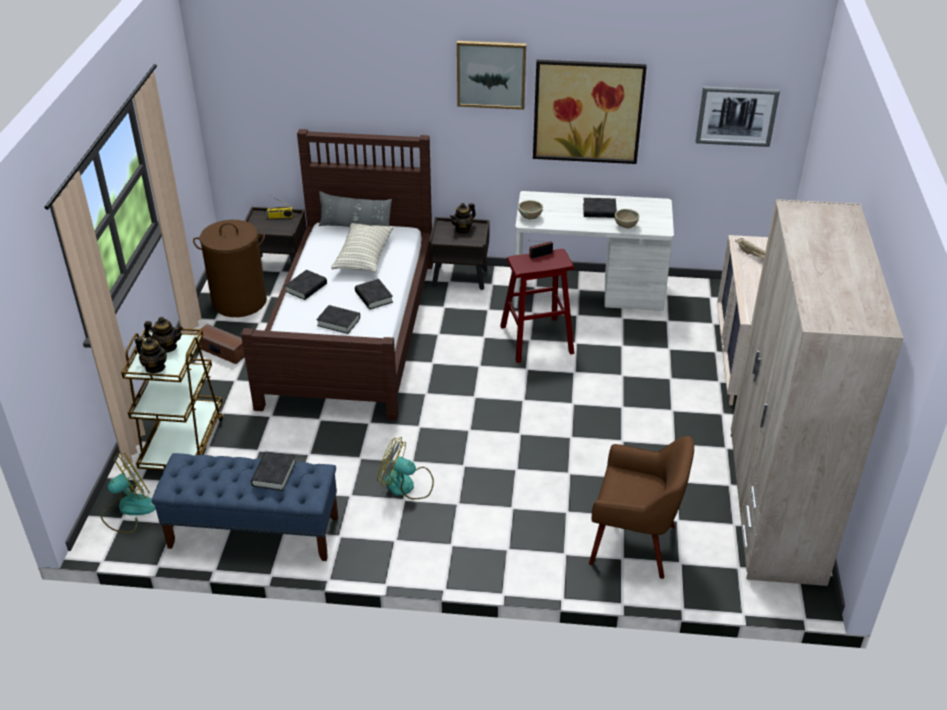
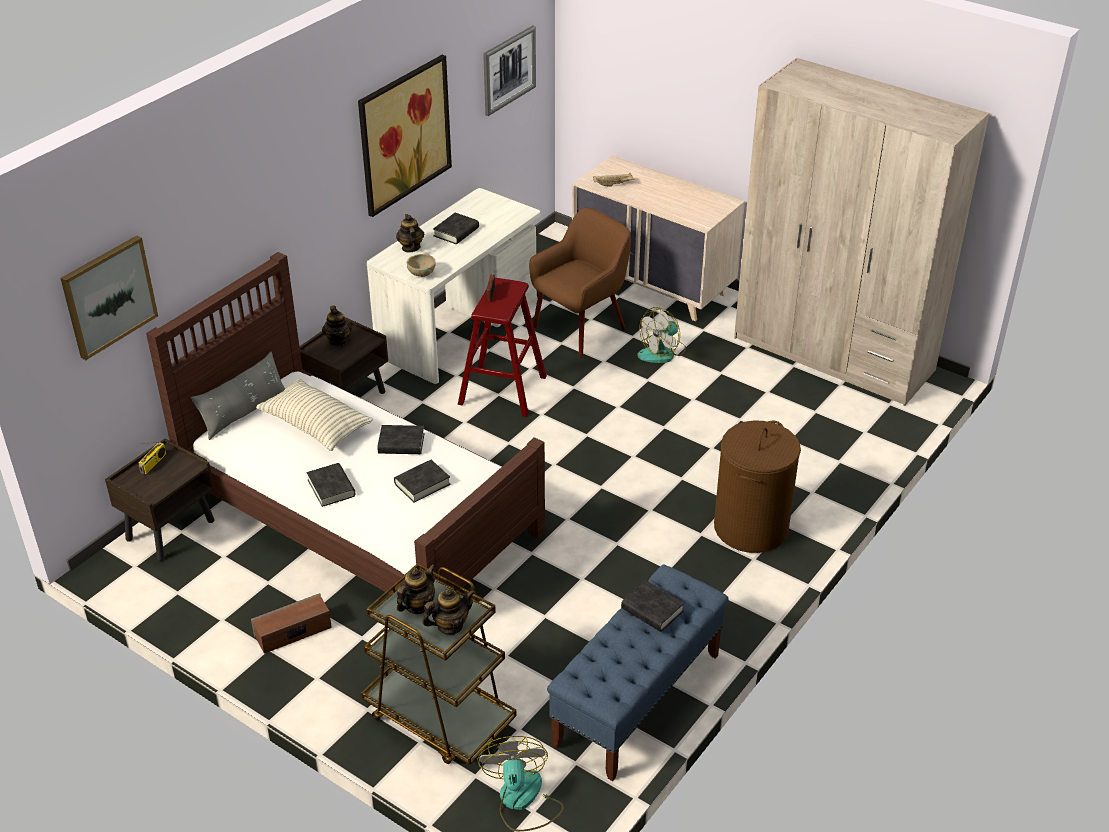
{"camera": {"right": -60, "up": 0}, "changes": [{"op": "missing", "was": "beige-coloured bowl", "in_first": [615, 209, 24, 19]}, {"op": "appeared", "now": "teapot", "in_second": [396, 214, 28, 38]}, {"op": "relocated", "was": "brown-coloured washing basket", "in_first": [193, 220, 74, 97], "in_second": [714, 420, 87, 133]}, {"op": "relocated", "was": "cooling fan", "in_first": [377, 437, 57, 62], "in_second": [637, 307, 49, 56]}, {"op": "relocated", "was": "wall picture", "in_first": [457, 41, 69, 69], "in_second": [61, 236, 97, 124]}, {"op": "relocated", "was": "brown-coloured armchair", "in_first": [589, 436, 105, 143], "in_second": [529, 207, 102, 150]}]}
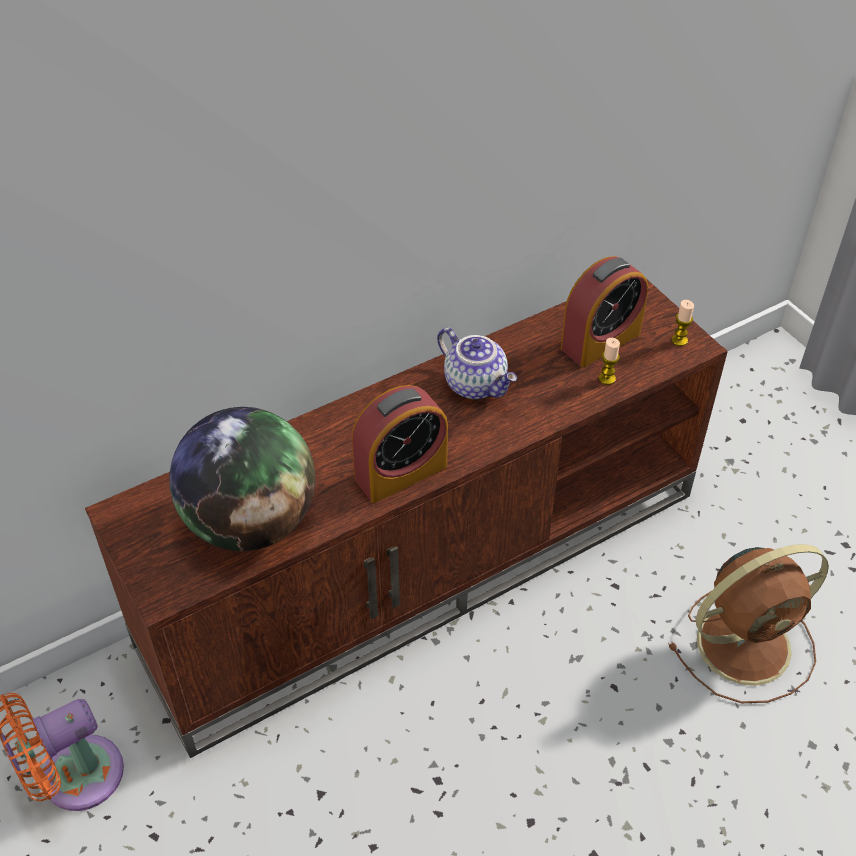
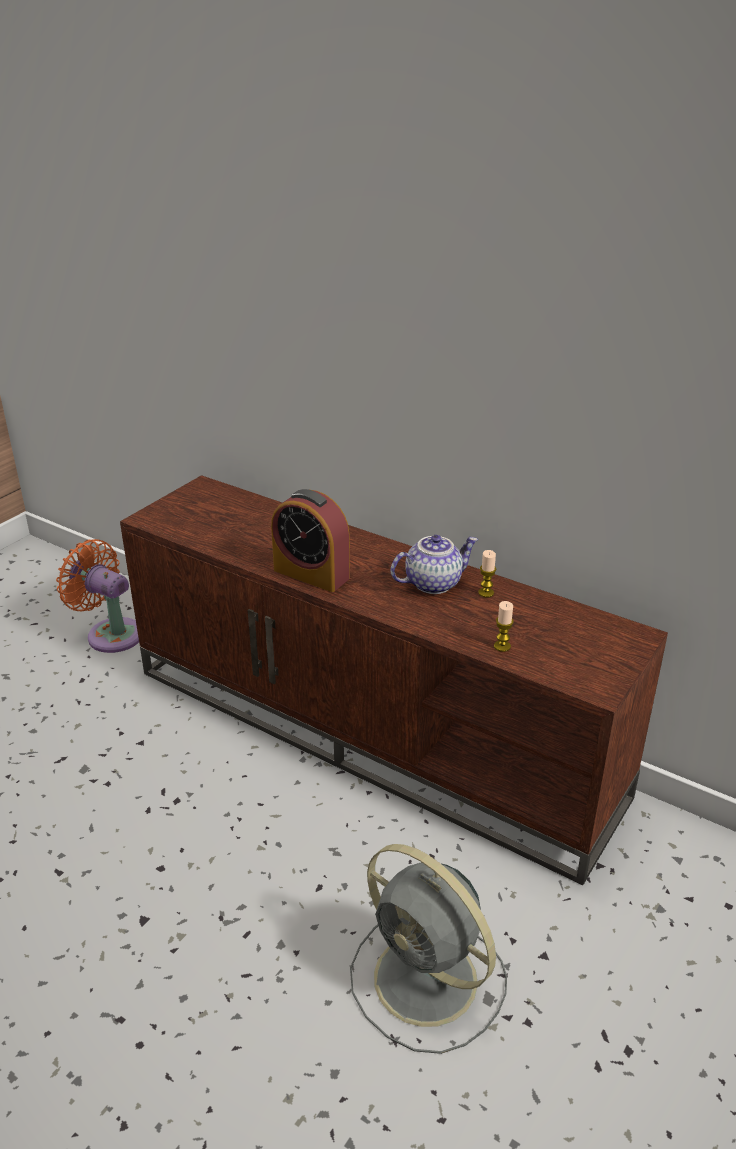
{"camera": {"right": 65, "up": -15}, "changes": [{"op": "missing", "was": "desk globe", "in_first": [169, 407, 146, 144]}, {"op": "missing", "was": "table clock", "in_first": [561, 256, 87, 111]}, {"op": "relocated", "was": "candle", "in_first": [671, 300, 23, 46], "in_second": [478, 550, 18, 47]}, {"op": "colour", "was": "brown-coloured cooling fan", "now": "gray cooling fan", "in_first": [668, 544, 161, 159], "in_second": [350, 844, 157, 210]}, {"op": "spun", "was": "teapot", "in_first": [437, 328, 80, 71], "in_second": [391, 535, 87, 59], "clockwise": -135}]}
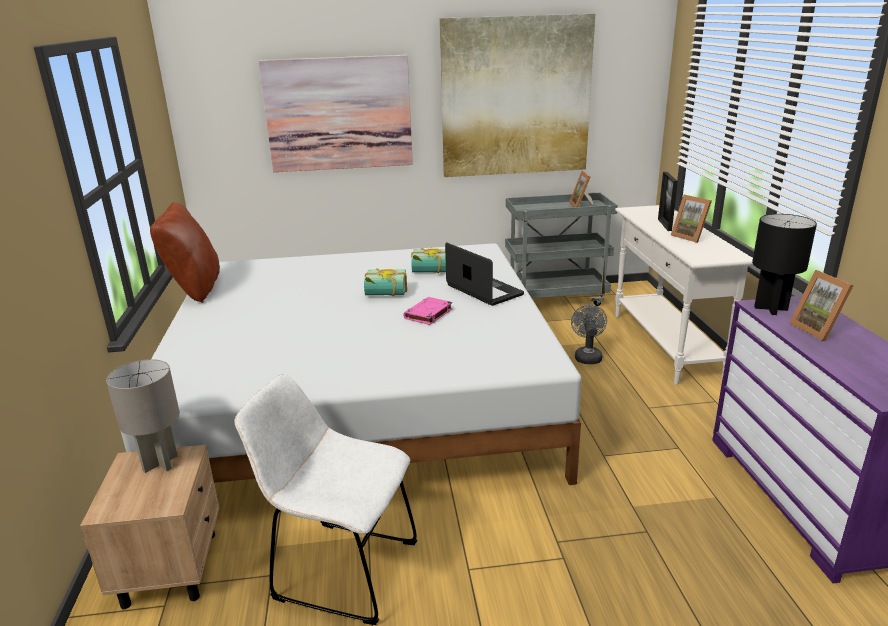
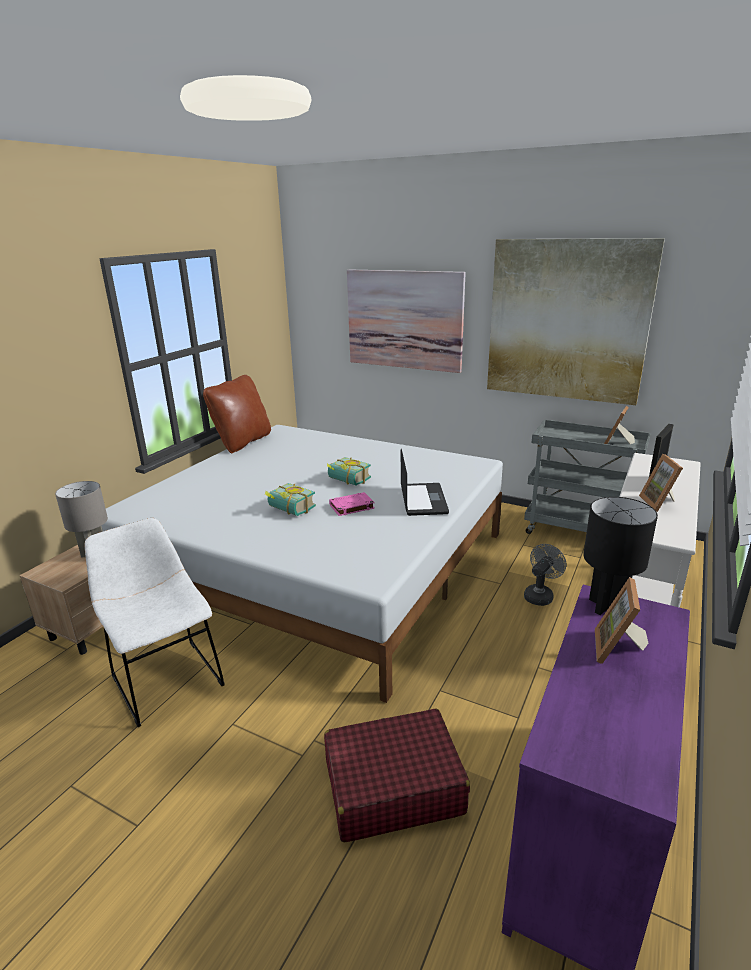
{"camera": {"right": 35, "up": 0}, "changes": [{"op": "appeared", "now": "red travel case", "in_second": [324, 708, 146, 135]}, {"op": "relocated", "was": "volume", "in_first": [411, 248, 35, 25], "in_second": [265, 483, 51, 33]}]}
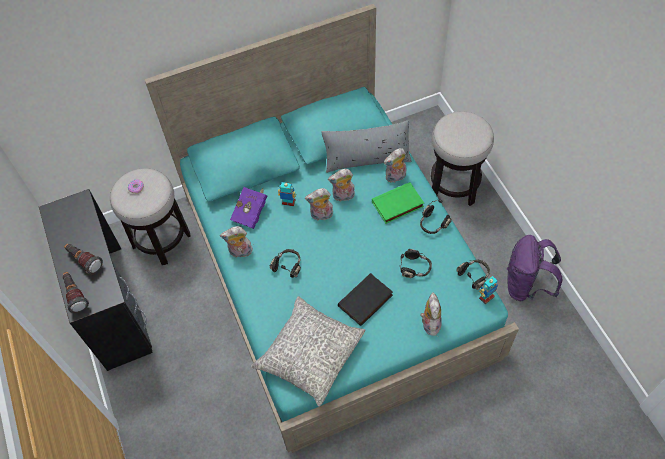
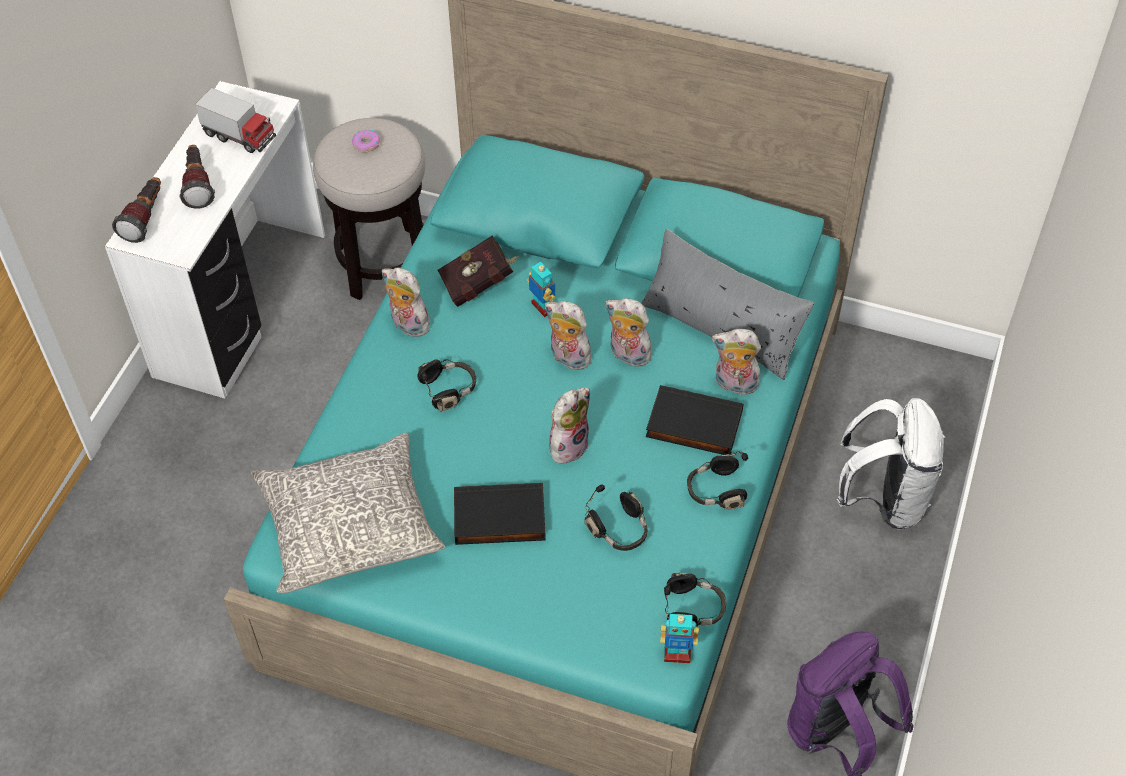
{"camera": {"right": 40, "up": -5}, "changes": [{"op": "appeared", "now": "toy truck", "in_second": [195, 88, 81, 65]}, {"op": "relocated", "was": "soft toy", "in_first": [420, 292, 22, 44], "in_second": [549, 387, 41, 77]}, {"op": "exchanged", "was": "stool", "now": "white rucksack", "in_first": [431, 111, 63, 95], "in_second": [837, 398, 109, 131]}, {"op": "colour", "was": "blackish desk unit", "now": "white desk unit", "in_first": [39, 189, 114, 182], "in_second": [105, 81, 220, 318]}, {"op": "colour", "was": "purple-coloured volume", "now": "red volume", "in_first": [230, 187, 37, 42], "in_second": [438, 235, 81, 72]}, {"op": "colour", "was": "green volume", "now": "blackish volume", "in_first": [372, 182, 52, 42], "in_second": [646, 385, 97, 70]}]}
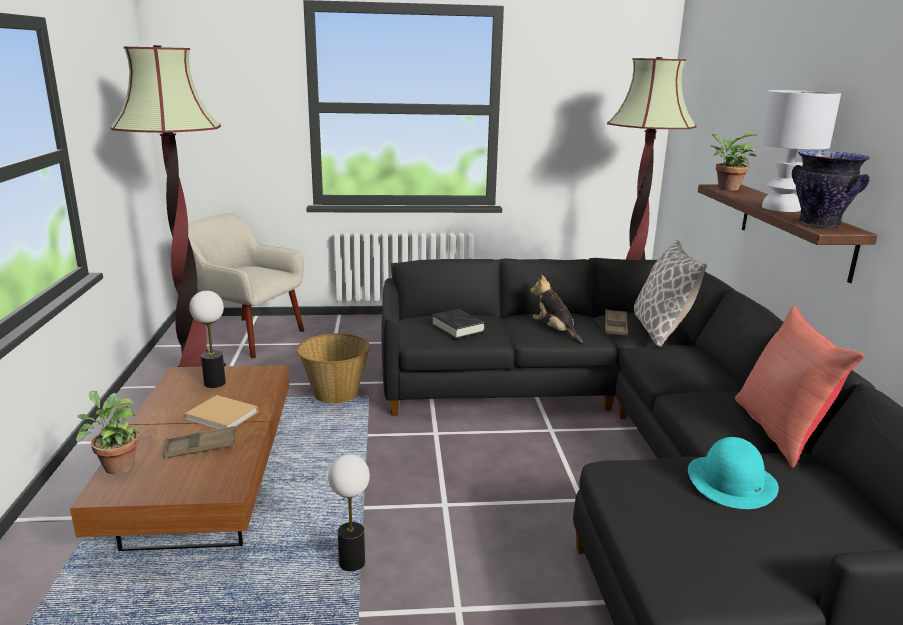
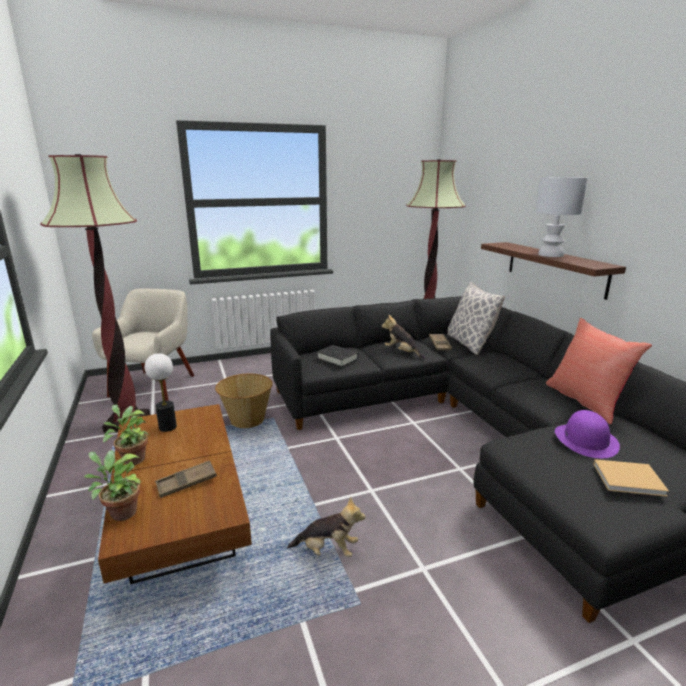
{"camera": {"right": -15, "up": 0}, "changes": [{"op": "missing", "was": "vase", "in_first": [792, 151, 78, 77]}, {"op": "relocated", "was": "beige-coloured volume", "in_first": [185, 395, 73, 34], "in_second": [593, 459, 76, 38]}, {"op": "relocated", "was": "plant in a pot", "in_first": [710, 133, 49, 58], "in_second": [103, 405, 45, 60]}, {"op": "exchanged", "was": "table lamp", "now": "soft toy", "in_first": [328, 454, 42, 117], "in_second": [287, 496, 79, 61]}, {"op": "colour", "was": "turquoise-coloured wearable hat", "now": "purple-coloured wearable hat", "in_first": [688, 437, 91, 72], "in_second": [555, 410, 65, 48]}, {"op": "spun", "was": "beige-coloured armchair", "in_first": [188, 213, 116, 145], "in_second": [92, 289, 102, 112], "clockwise": 90}]}
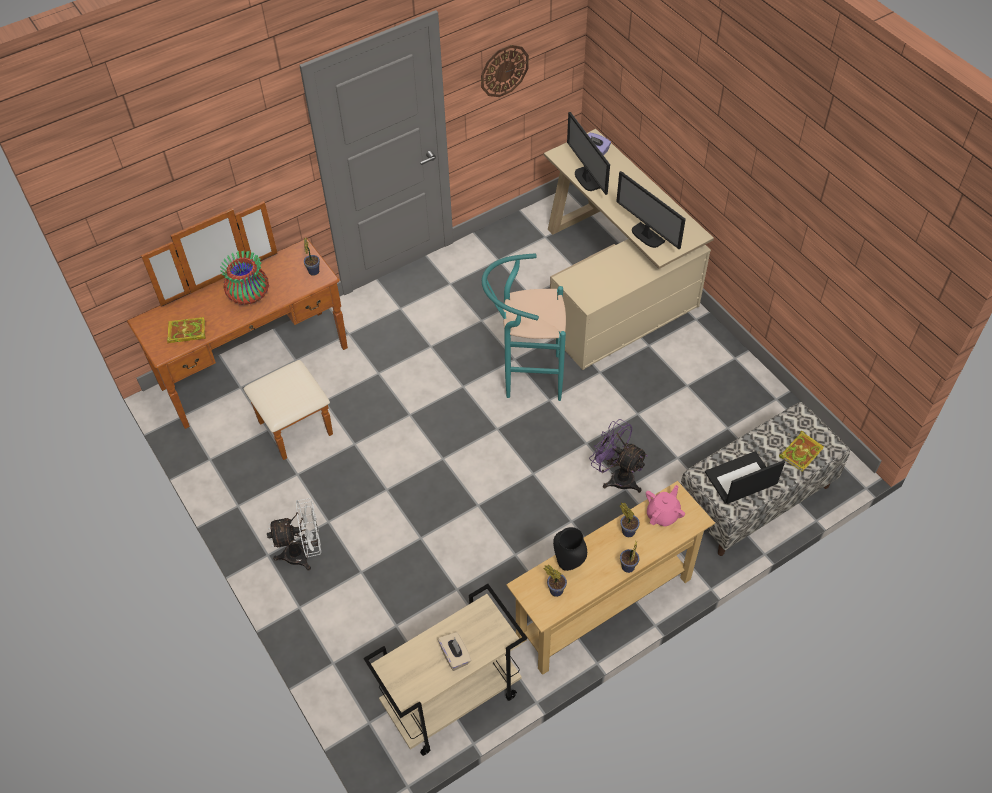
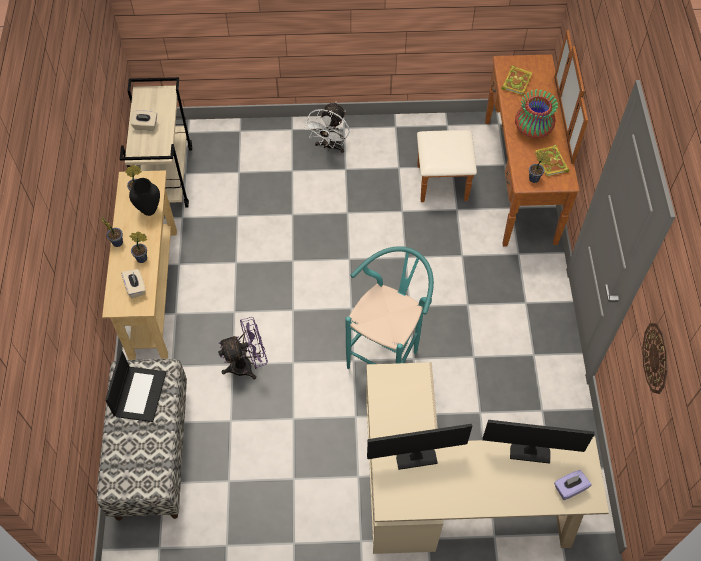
{"camera": {"right": 120, "up": 5}, "changes": [{"op": "relocated", "was": "volume", "in_first": [779, 431, 45, 41], "in_second": [535, 145, 35, 31]}, {"op": "exchanged", "was": "pink teapot", "now": "beige-coloured tissue holder", "in_first": [646, 485, 39, 42], "in_second": [121, 269, 25, 30]}]}
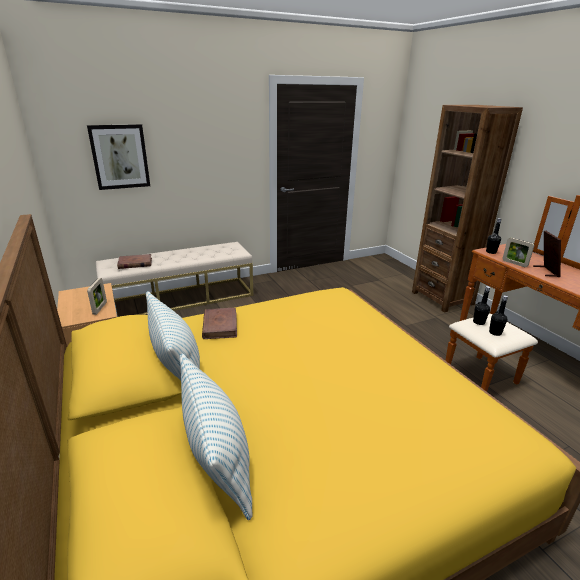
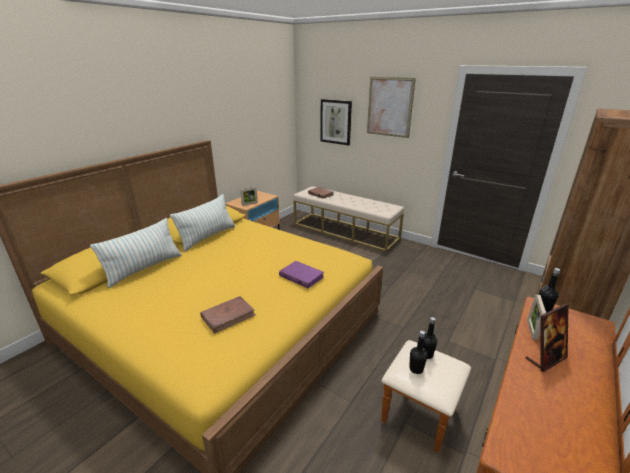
{"camera": {"right": 60, "up": 0}, "changes": [{"op": "appeared", "now": "purple-coloured volume", "in_second": [279, 261, 45, 28]}, {"op": "appeared", "now": "wall picture", "in_second": [367, 77, 49, 61]}, {"op": "relocated", "was": "brown-coloured volume", "in_first": [202, 308, 35, 31], "in_second": [200, 296, 56, 38]}]}
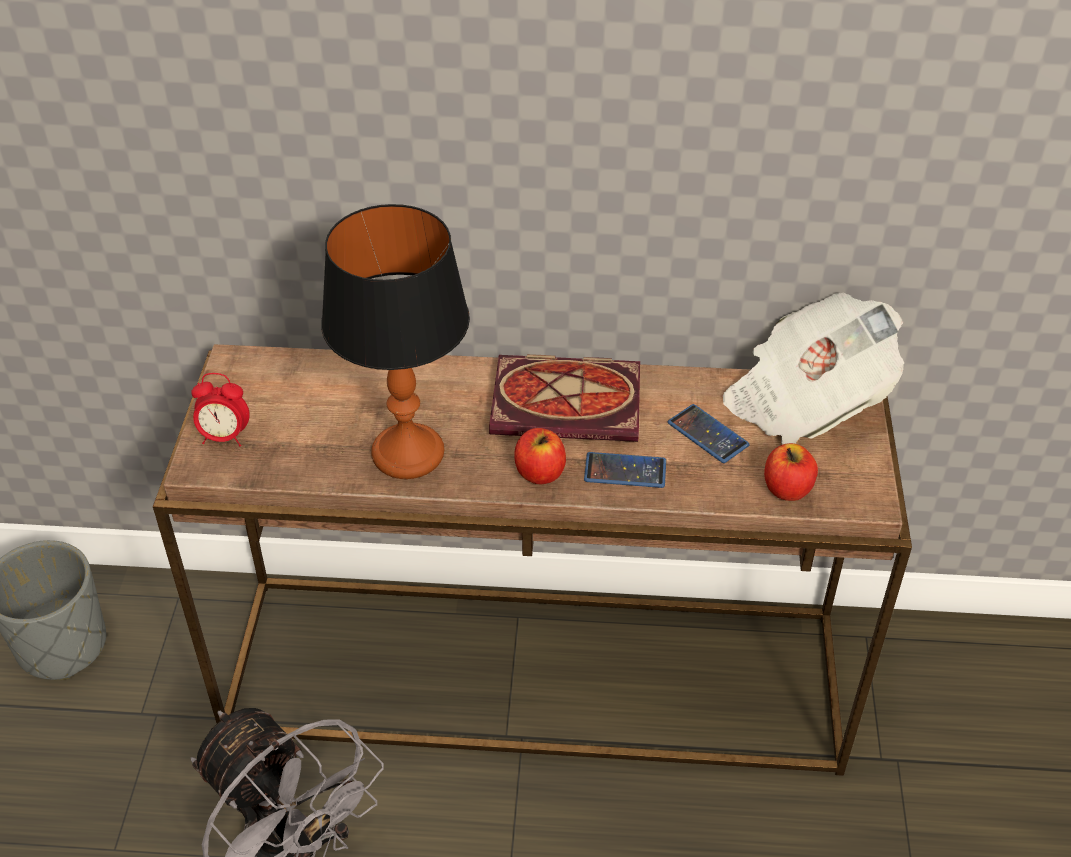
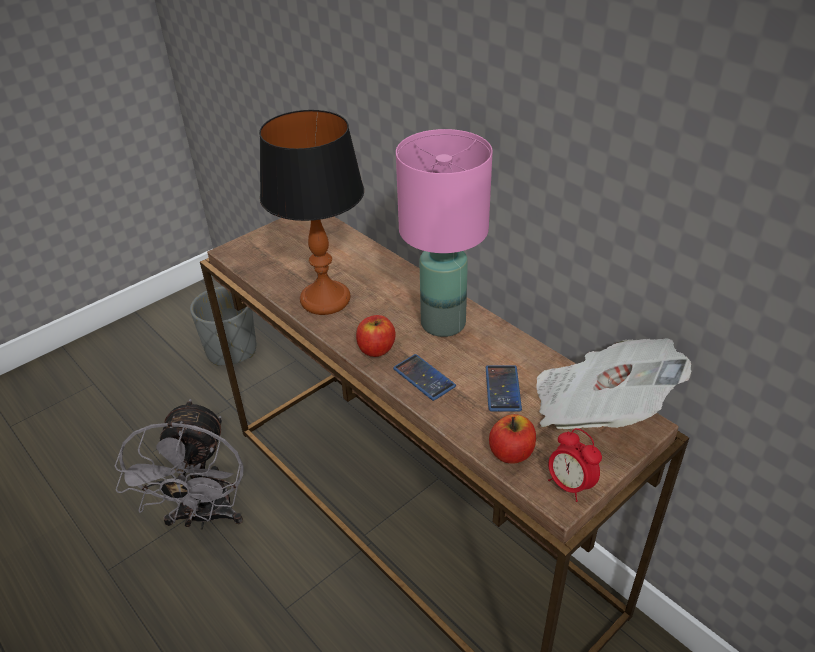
{"camera": {"right": 45, "up": -5}, "changes": [{"op": "relocated", "was": "table clock", "in_first": [191, 373, 59, 73], "in_second": [548, 428, 54, 74]}, {"op": "exchanged", "was": "volume", "now": "pink table lamp", "in_first": [489, 354, 151, 88], "in_second": [396, 129, 97, 208]}]}
